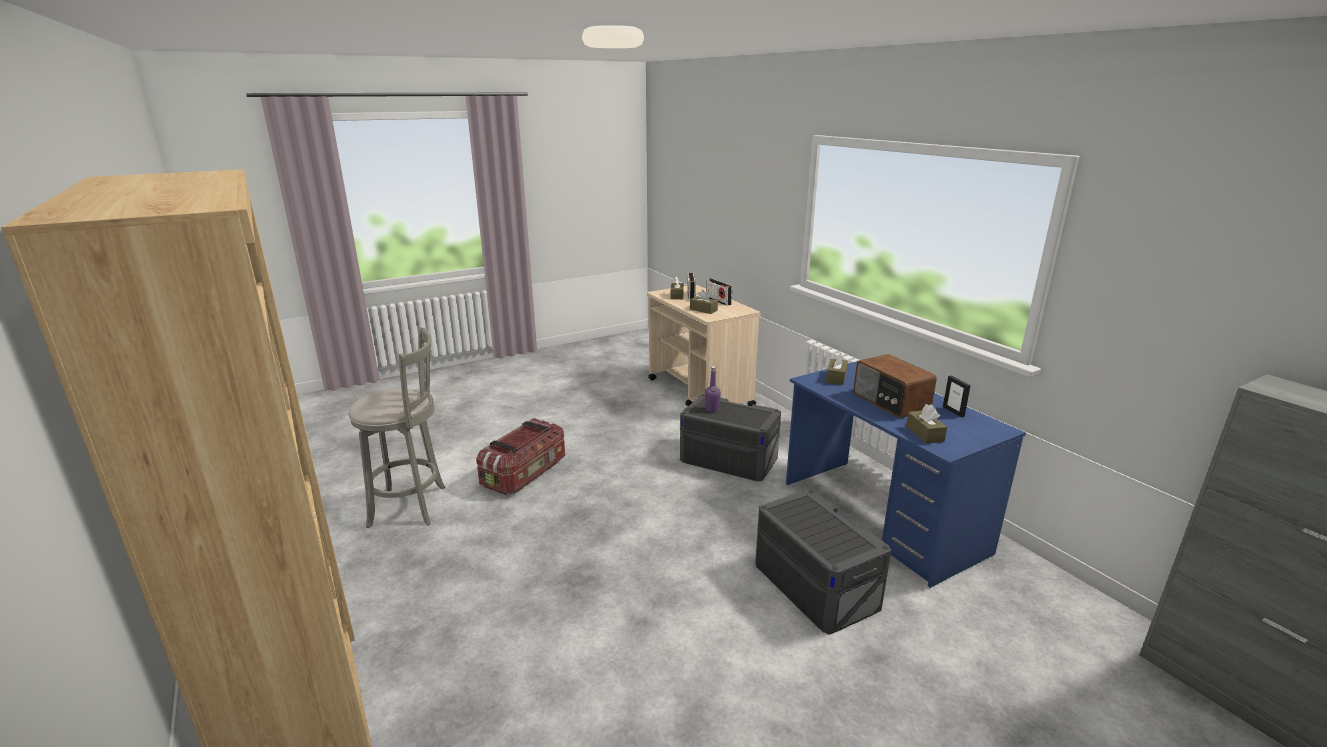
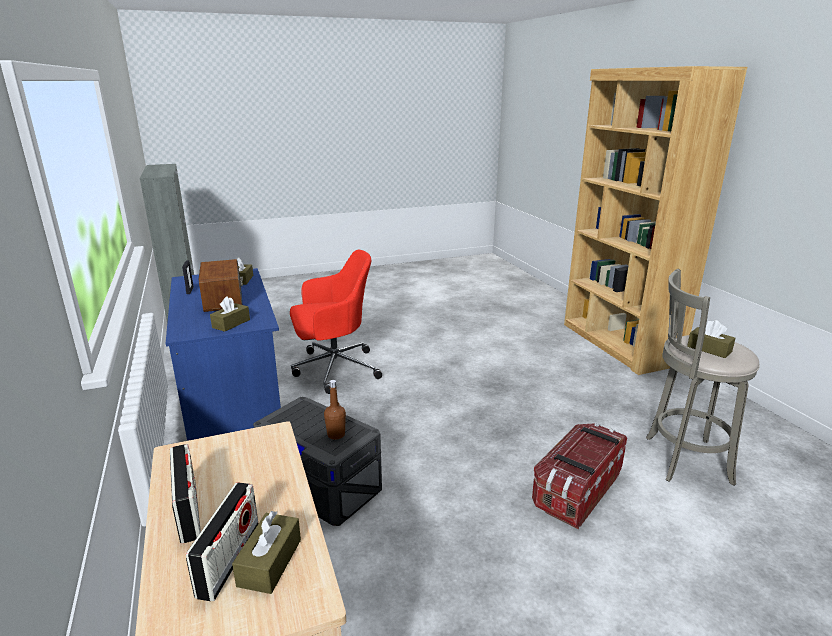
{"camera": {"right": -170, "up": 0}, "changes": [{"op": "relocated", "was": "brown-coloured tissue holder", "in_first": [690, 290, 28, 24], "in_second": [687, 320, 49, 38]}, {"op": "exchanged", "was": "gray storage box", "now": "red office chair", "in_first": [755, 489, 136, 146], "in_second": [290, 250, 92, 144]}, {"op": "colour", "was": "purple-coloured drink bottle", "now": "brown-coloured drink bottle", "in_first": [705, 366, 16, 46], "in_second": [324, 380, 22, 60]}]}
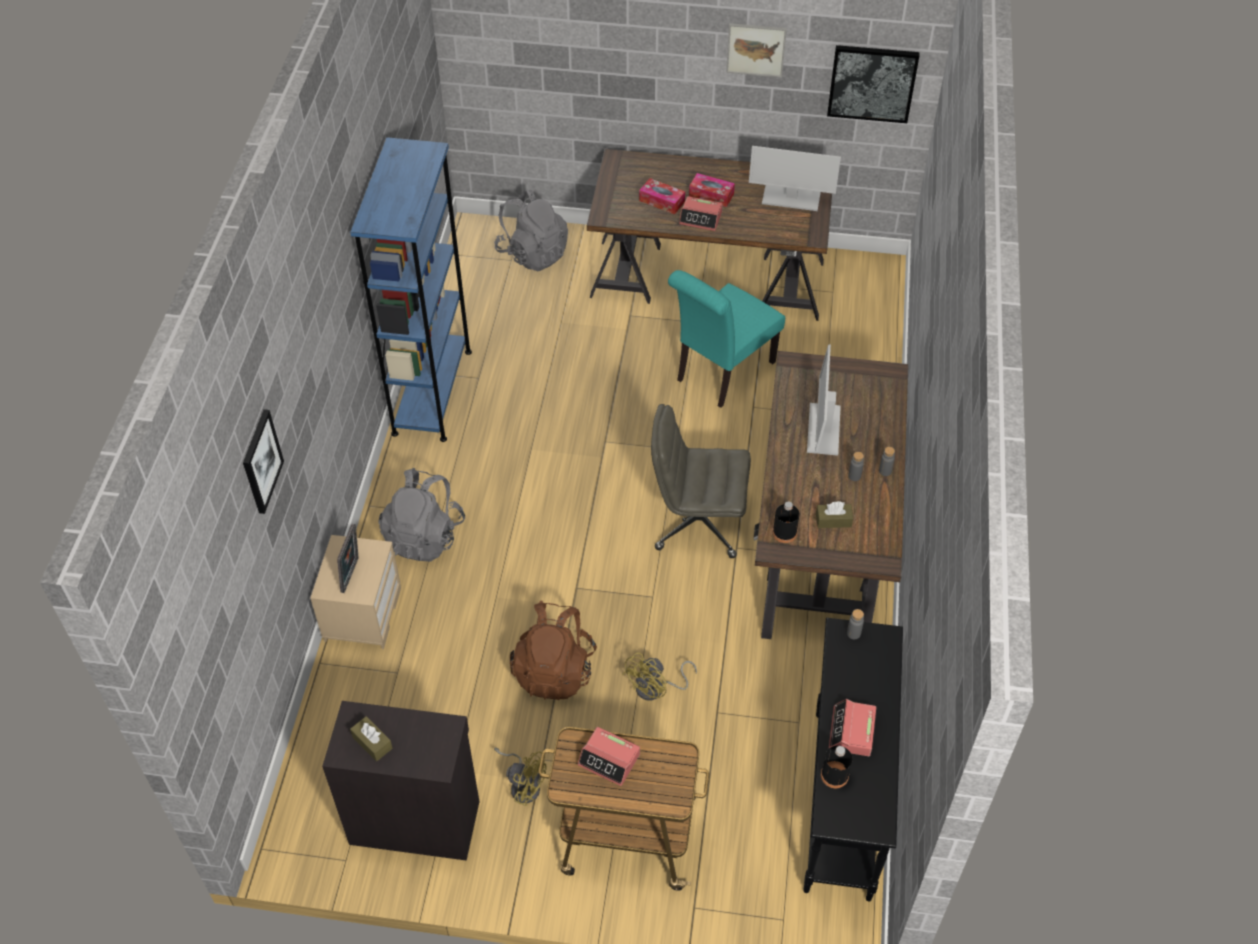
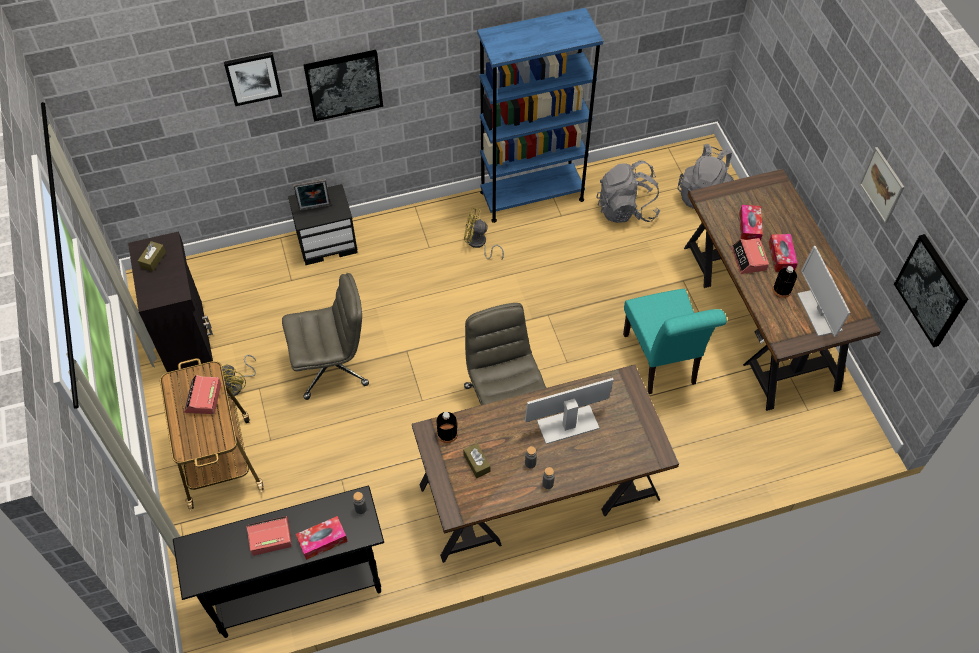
{"camera": {"right": 65, "up": 5}, "changes": [{"op": "appeared", "now": "tissue holder", "in_second": [296, 516, 52, 44]}, {"op": "appeared", "now": "wall picture", "in_second": [303, 50, 80, 71]}, {"op": "relocated", "was": "gray rucksack", "in_first": [379, 468, 86, 94], "in_second": [596, 160, 64, 63]}, {"op": "relocated", "was": "yellowish cooling fan", "in_first": [622, 652, 75, 48], "in_second": [464, 208, 40, 51]}, {"op": "relocated", "was": "blackish drink bottle", "in_first": [821, 746, 32, 42], "in_second": [773, 266, 24, 32]}, {"op": "exchanged", "was": "brown-coloured rucksack", "now": "gray office chair", "in_first": [510, 601, 87, 99], "in_second": [282, 273, 87, 127]}, {"op": "colour", "was": "beige-coloured nightstand", "now": "blackish nightstand", "in_first": [310, 535, 91, 114], "in_second": [288, 184, 70, 81]}, {"op": "spun", "was": "turquoise-coloured upright chair", "in_first": [668, 270, 117, 138], "in_second": [623, 289, 104, 105], "clockwise": -120}]}
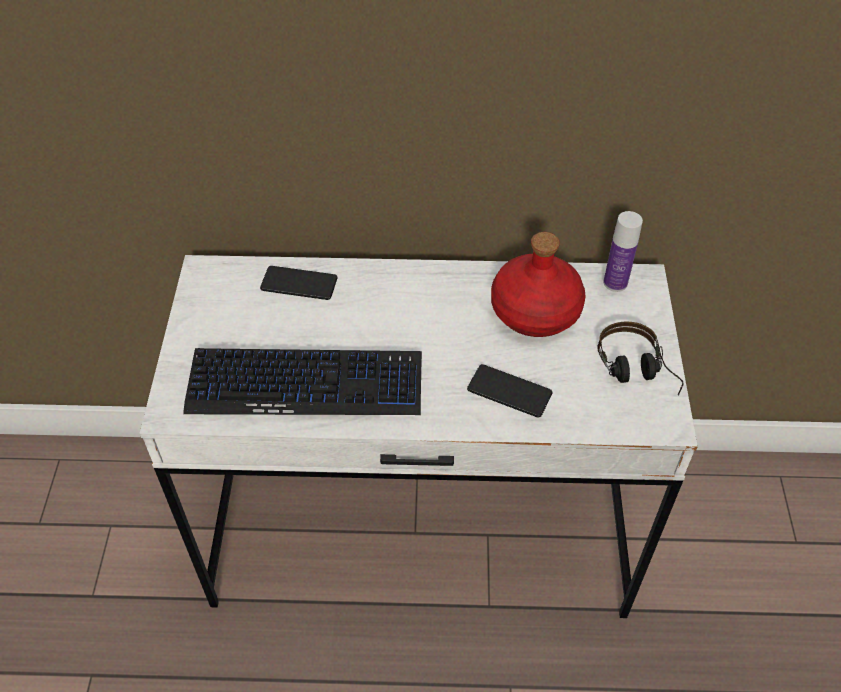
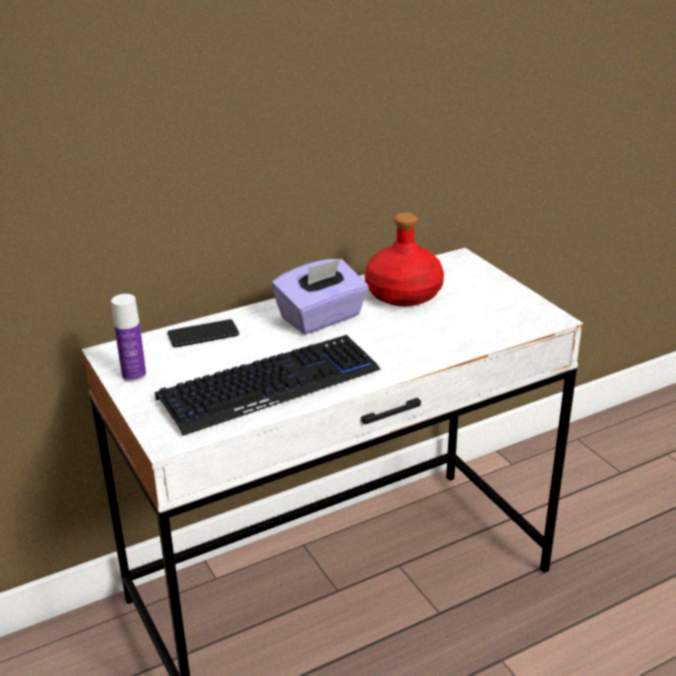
{"camera": {"right": -30, "up": -20}, "changes": [{"op": "missing", "was": "telephone", "in_first": [467, 364, 86, 54]}, {"op": "missing", "was": "pair of headphones", "in_first": [597, 322, 86, 74]}, {"op": "appeared", "now": "purple-coloured tissue holder", "in_second": [272, 259, 97, 75]}, {"op": "relocated", "was": "drink bottle", "in_first": [604, 211, 39, 81], "in_second": [111, 294, 35, 88]}]}
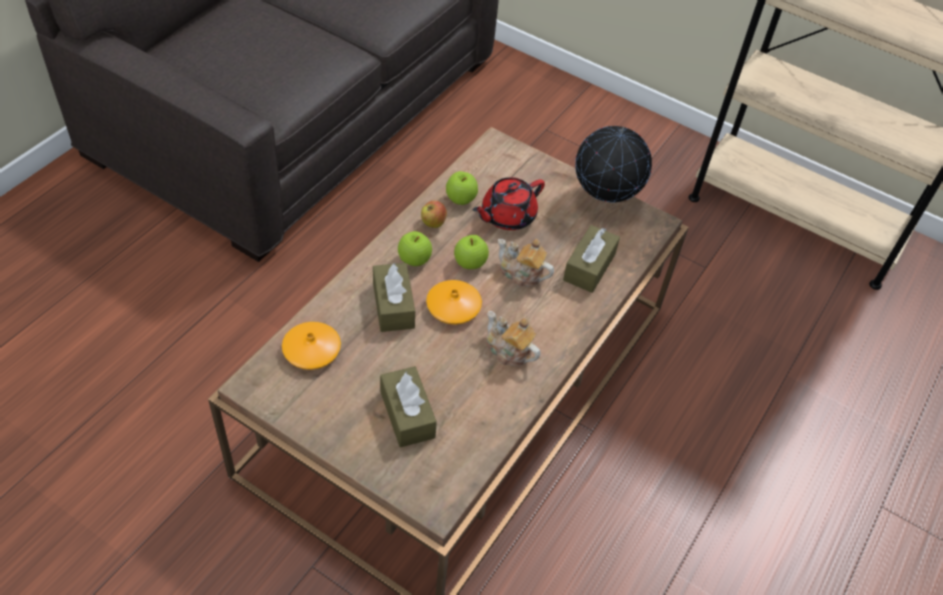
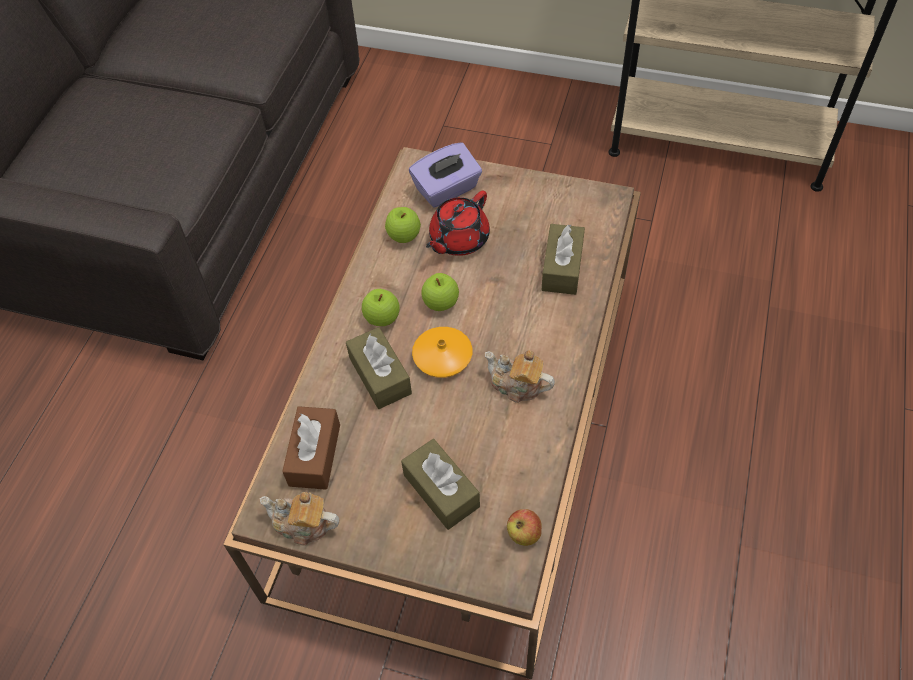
{"camera": {"right": -10, "up": 5}, "changes": [{"op": "missing", "was": "desk globe", "in_first": [575, 126, 77, 77]}, {"op": "appeared", "now": "purple-coloured tissue holder", "in_second": [409, 142, 73, 66]}, {"op": "relocated", "was": "apple fruit", "in_first": [421, 201, 26, 27], "in_second": [507, 509, 35, 37]}, {"op": "relocated", "was": "teapot", "in_first": [498, 239, 56, 48], "in_second": [260, 492, 79, 54]}, {"op": "exchanged", "was": "orange vase", "now": "brown-coloured tissue holder", "in_first": [282, 322, 59, 48], "in_second": [282, 406, 58, 84]}]}
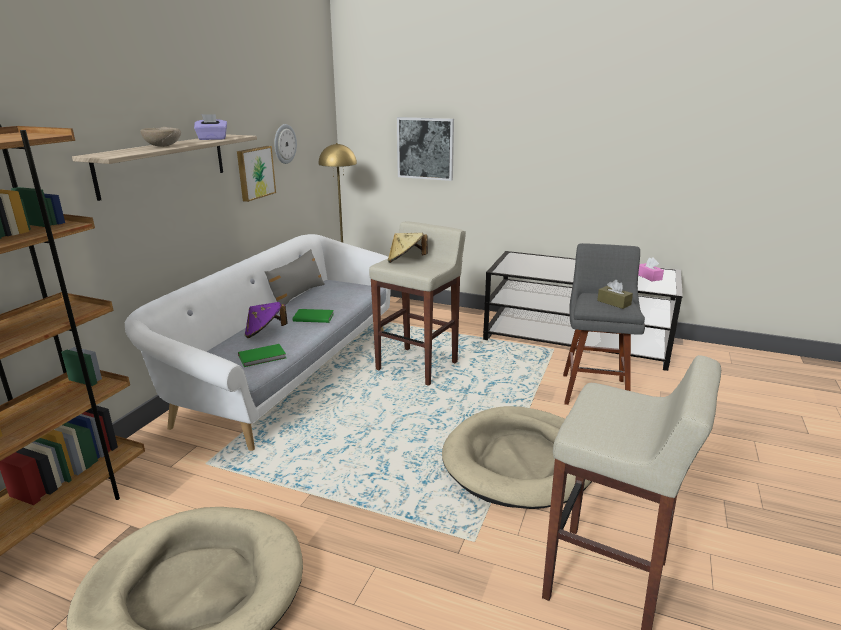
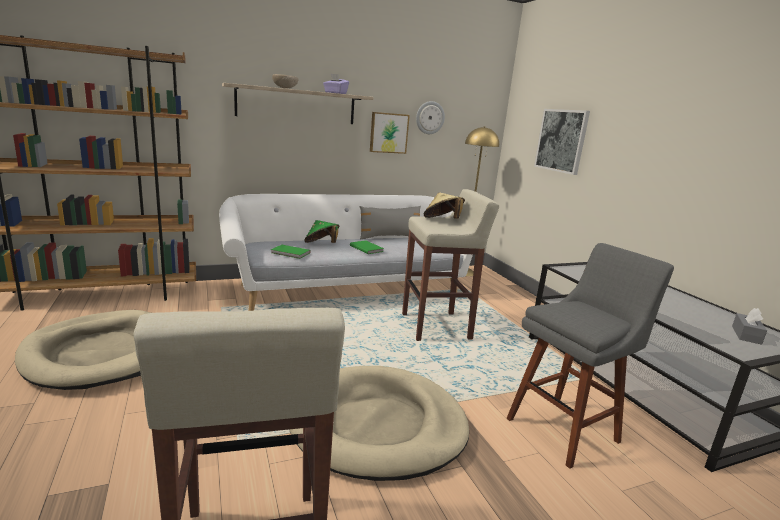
{"camera": {"right": 45, "up": -5}, "changes": [{"op": "missing", "was": "brown-coloured tissue holder", "in_first": [597, 280, 36, 29]}, {"op": "colour", "was": "purple-coloured wearable hat", "now": "green wearable hat", "in_first": [245, 302, 43, 36], "in_second": [304, 220, 35, 23]}, {"op": "colour", "was": "pink tissue holder", "now": "gray tissue holder", "in_first": [638, 257, 26, 24], "in_second": [732, 308, 35, 37]}]}
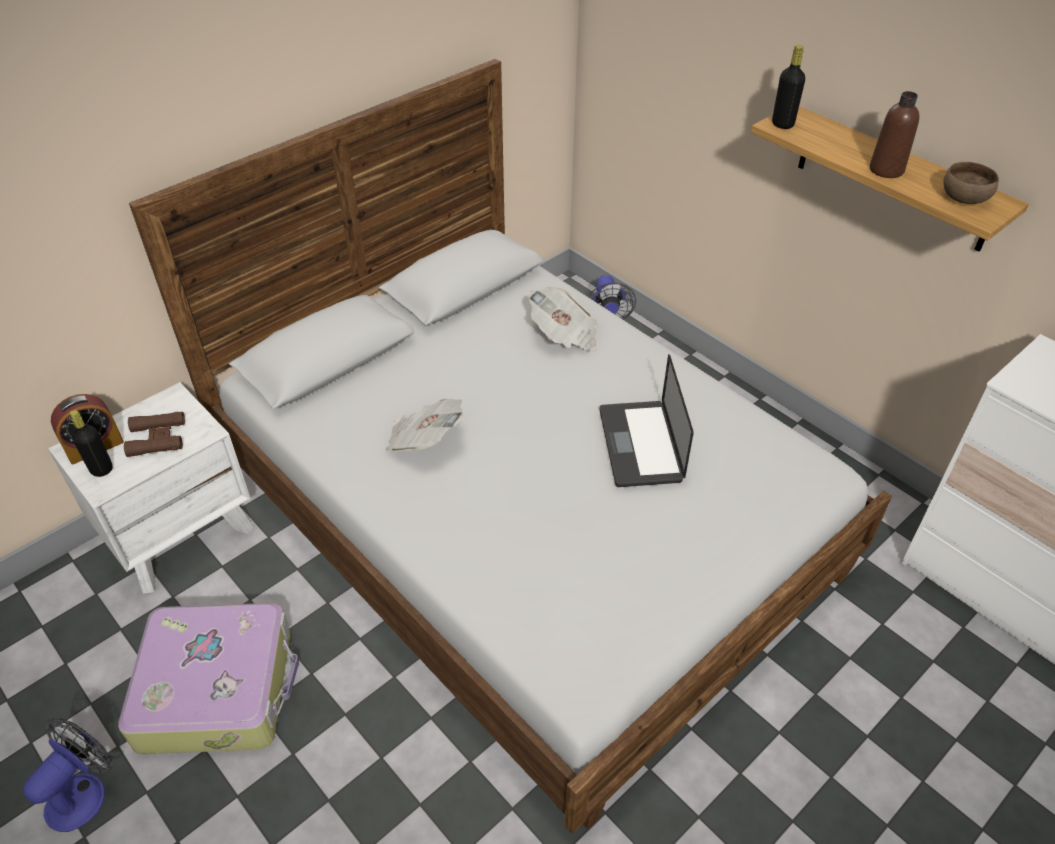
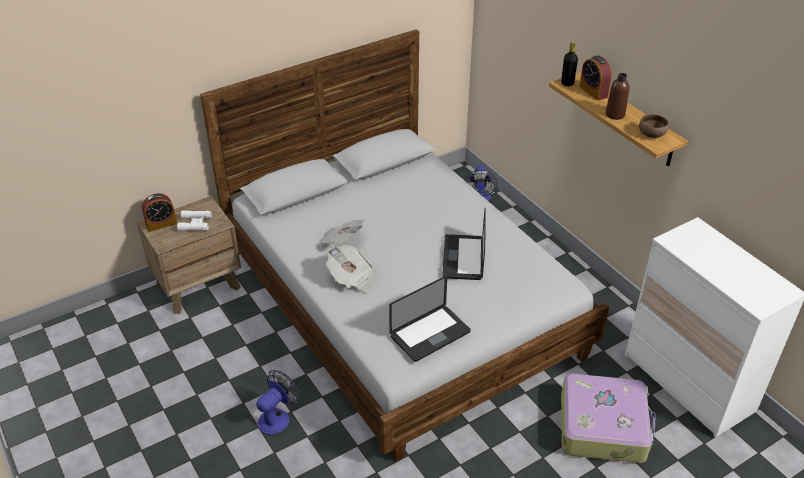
{"camera": {"right": 10, "up": -5}, "changes": [{"op": "missing", "was": "blackish drink bottle", "in_first": [69, 410, 44, 67]}, {"op": "appeared", "now": "laptop", "in_second": [389, 276, 82, 86]}, {"op": "appeared", "now": "table clock", "in_second": [579, 56, 33, 44]}, {"op": "relocated", "was": "cooling fan", "in_first": [23, 718, 89, 114], "in_second": [256, 370, 44, 65]}, {"op": "relocated", "was": "travel case", "in_first": [118, 603, 181, 151], "in_second": [561, 373, 95, 90]}, {"op": "relocated", "was": "printed paper", "in_first": [528, 287, 69, 65], "in_second": [326, 245, 50, 47]}, {"op": "colour", "was": "white nightstand", "now": "brown-coloured nightstand", "in_first": [48, 382, 205, 212], "in_second": [137, 196, 104, 118]}, {"op": "colour", "was": "brown-coloured field glasses", "now": "white field glasses", "in_first": [124, 412, 61, 45], "in_second": [177, 210, 35, 21]}]}
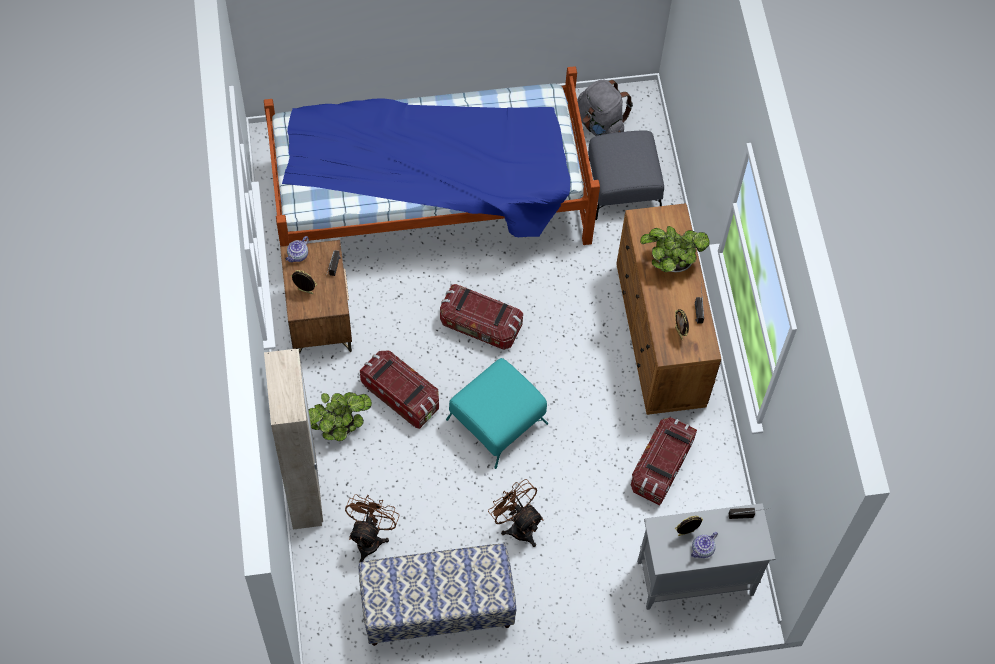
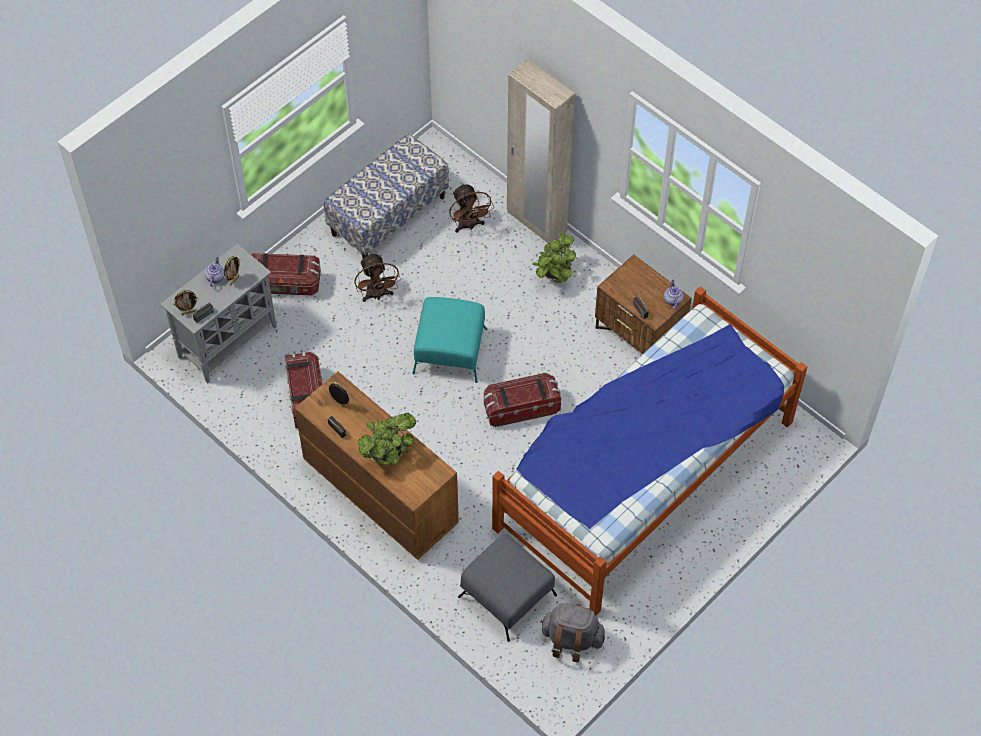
{"camera": {"right": 145, "up": -5}, "changes": [{"op": "relocated", "was": "photo frame", "in_first": [291, 270, 26, 24], "in_second": [173, 290, 25, 25]}, {"op": "relocated", "was": "storage box", "in_first": [360, 351, 79, 78], "in_second": [251, 253, 70, 43]}, {"op": "spun", "was": "brown-coloured cooling fan", "in_first": [488, 479, 56, 68], "in_second": [354, 252, 47, 50], "clockwise": 60}]}
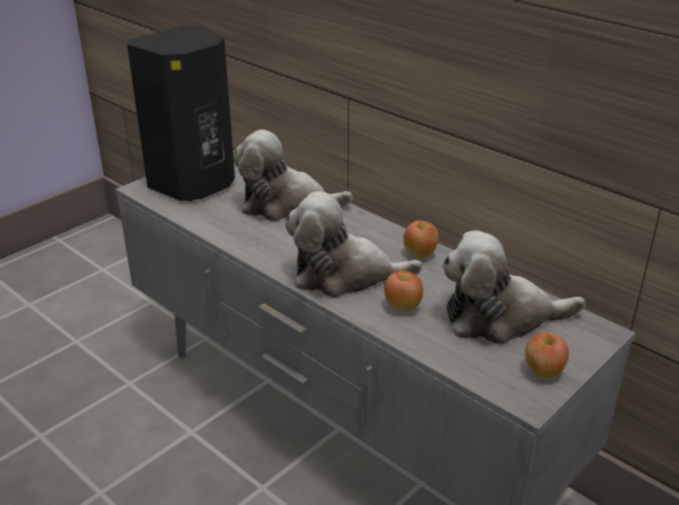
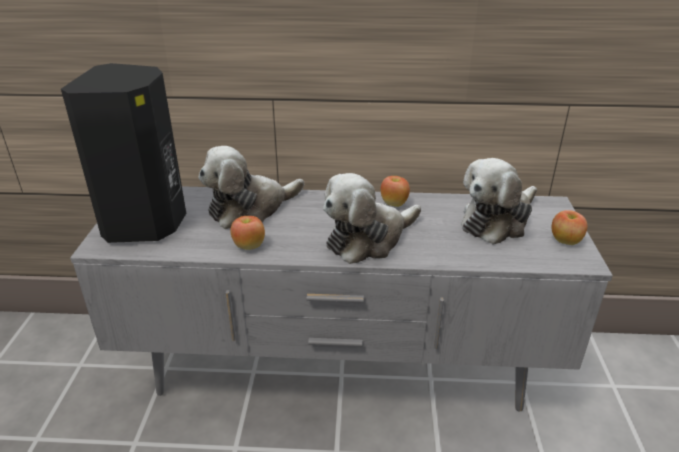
{"camera": {"right": -40, "up": 0}, "changes": [{"op": "relocated", "was": "apple fruit", "in_first": [384, 271, 39, 41], "in_second": [230, 216, 35, 34]}]}
